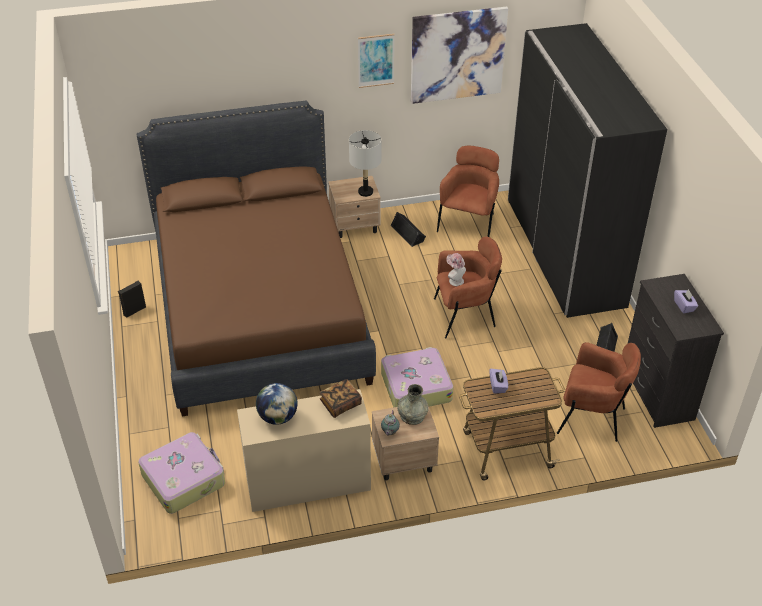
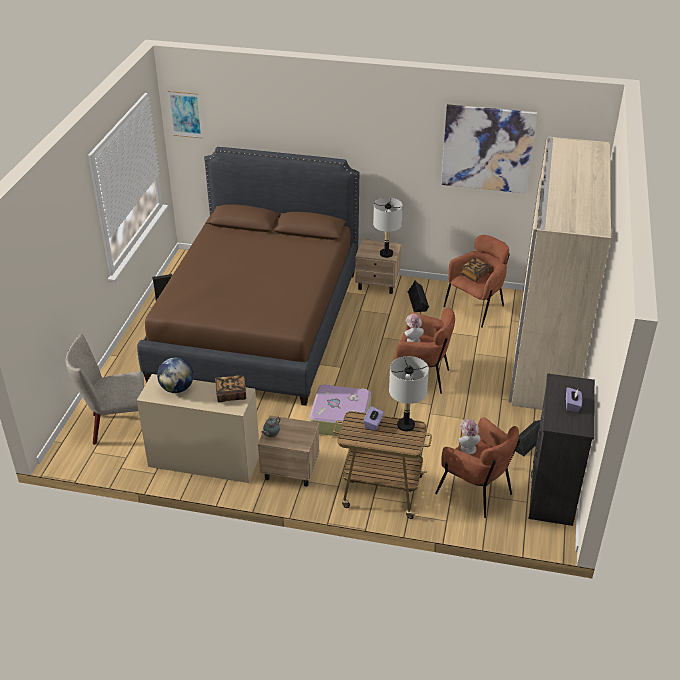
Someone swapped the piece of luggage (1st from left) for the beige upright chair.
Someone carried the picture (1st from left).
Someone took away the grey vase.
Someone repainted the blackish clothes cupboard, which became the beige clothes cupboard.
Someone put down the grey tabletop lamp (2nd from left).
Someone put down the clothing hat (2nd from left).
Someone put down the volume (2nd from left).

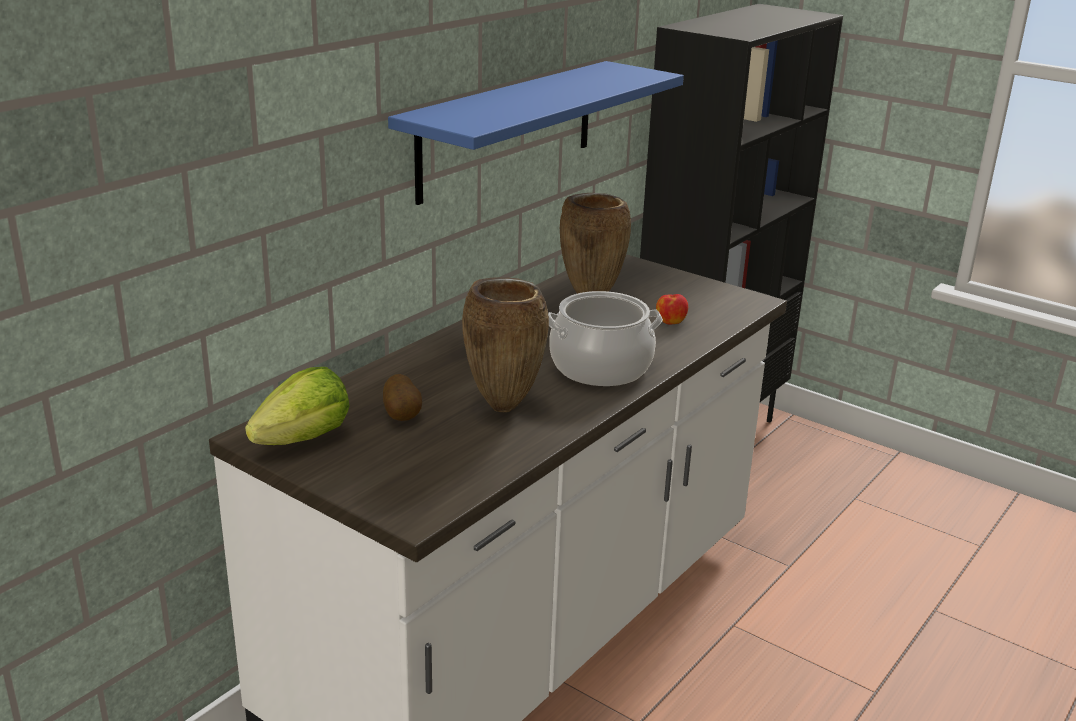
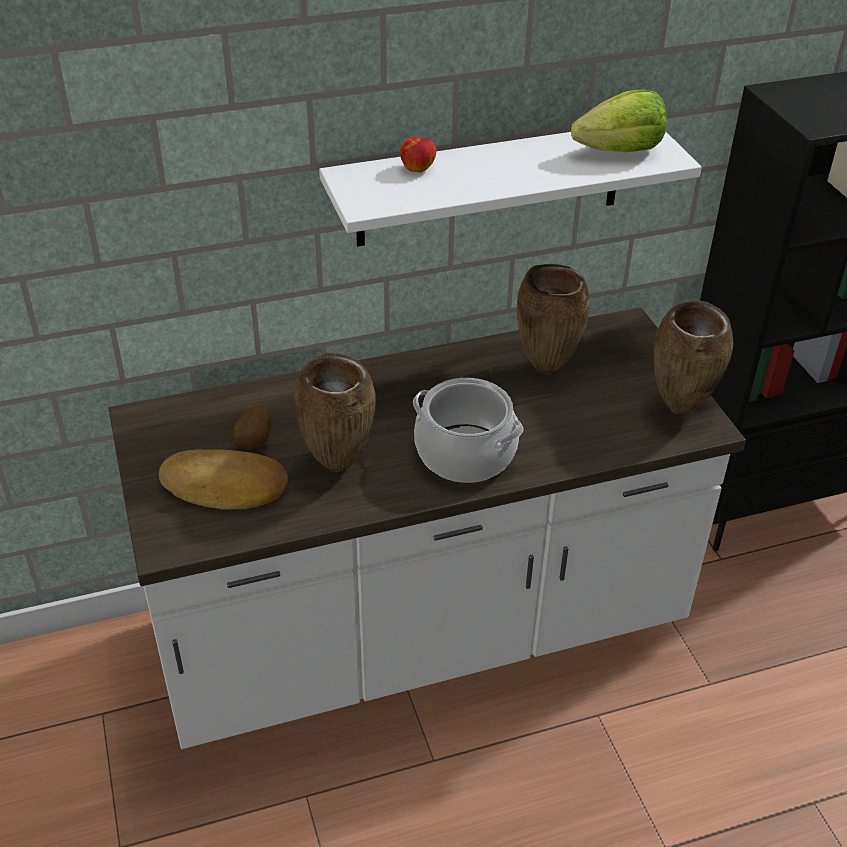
Someone carried the lettuce head.
Someone repainted the blue wall shelf, which became the white-coloured wall shelf.
Someone carried the whole apple.
Someone put down the bakery bread.
Someone put down the brownish vase (3rd from left).

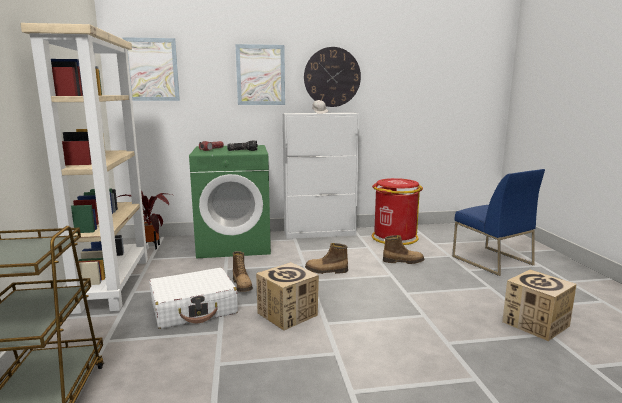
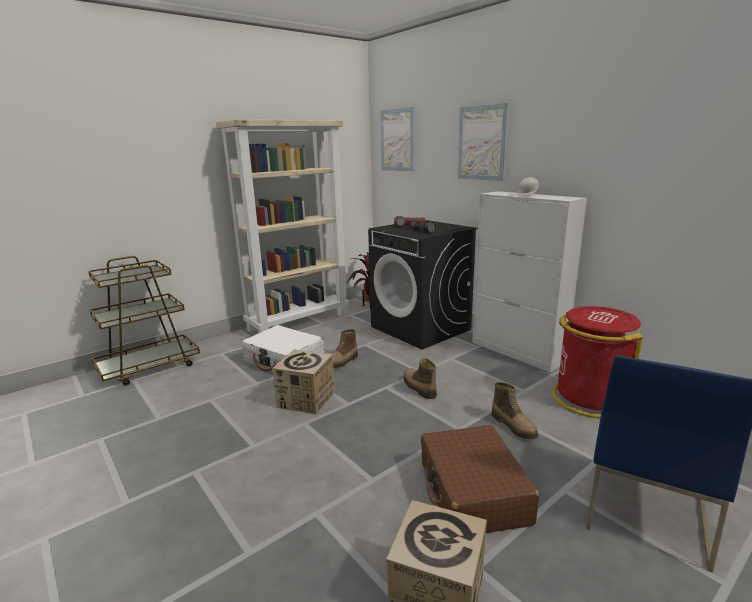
Someone repainted the green washing machine, which became the blackish washing machine.
Someone took away the wall clock.
Someone put down the brownish piece of luggage.

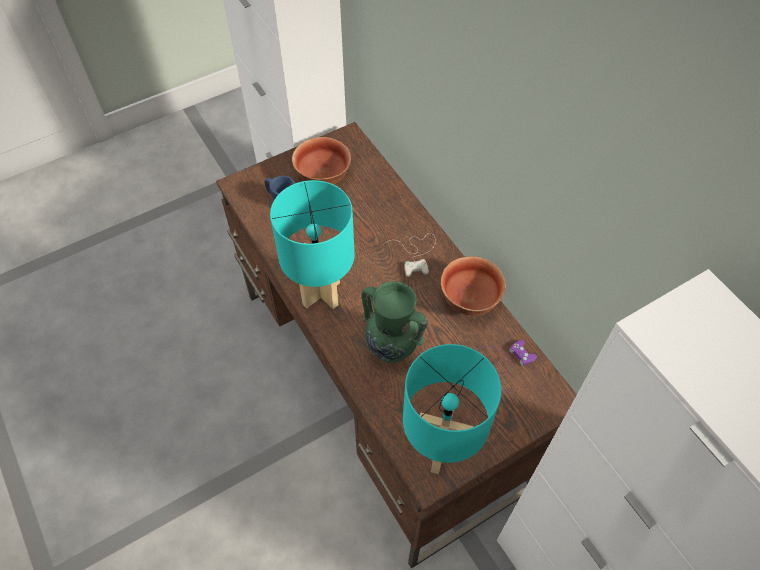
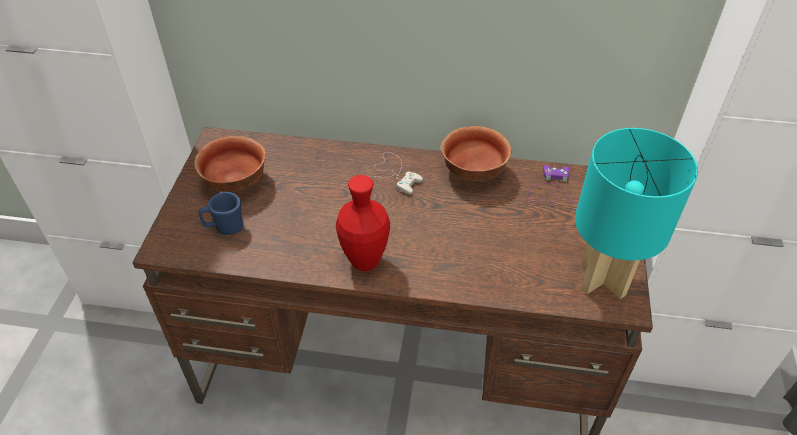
Someone swapped the turquoise-coloured tabletop lamp (1st from left) for the reddish vase.
Someone took away the green vase.

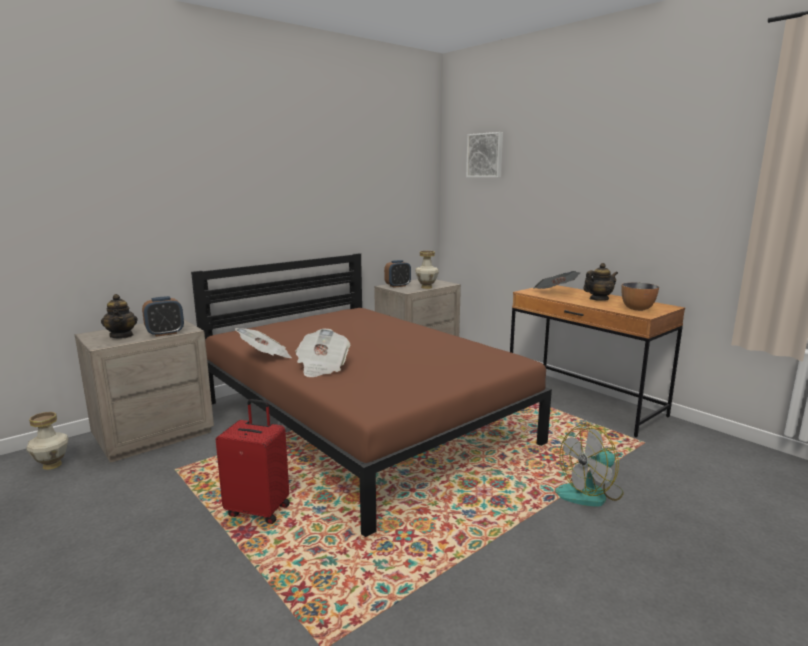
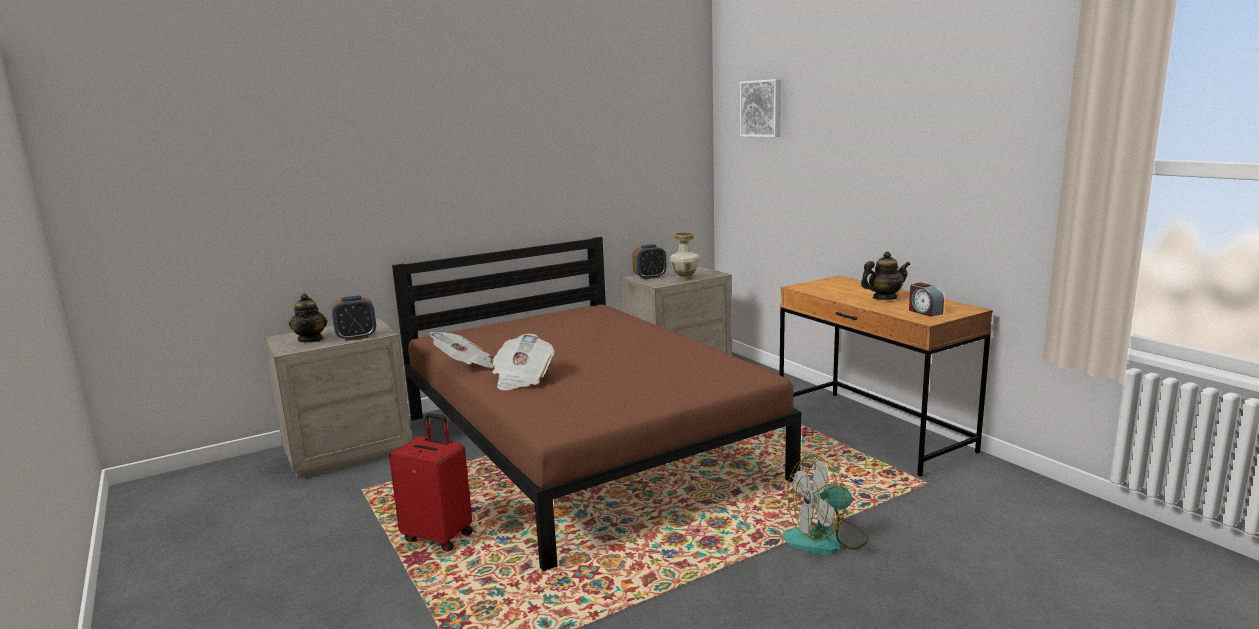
Someone took away the vase (1st from left).
Someone took away the printed paper (3rd from left).
Someone swapped the deep dish for the table clock (3rd from left).

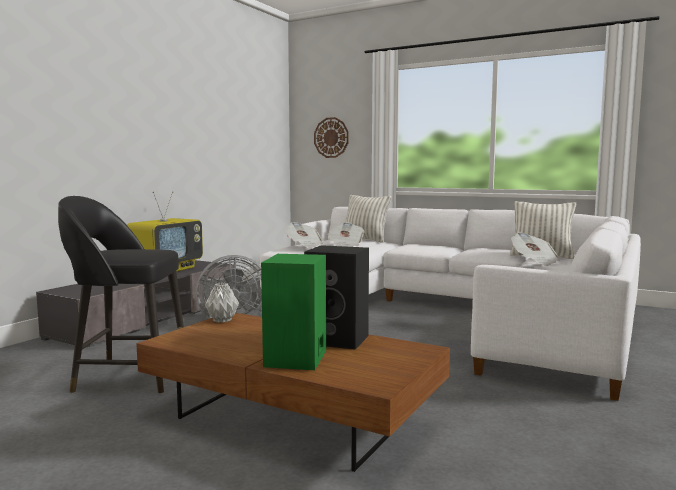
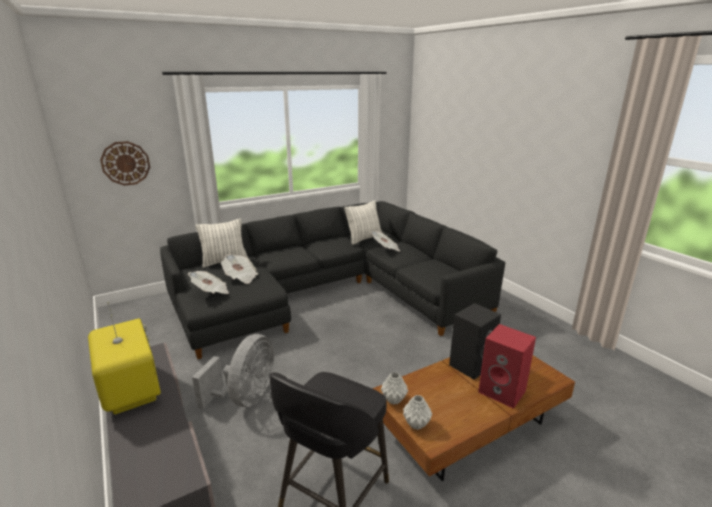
Someone repainted the white-coloured settee, which became the blackish settee.
Someone repainted the green loudspeaker, which became the reddish loudspeaker.
Someone put down the grey vase (2nd from left).

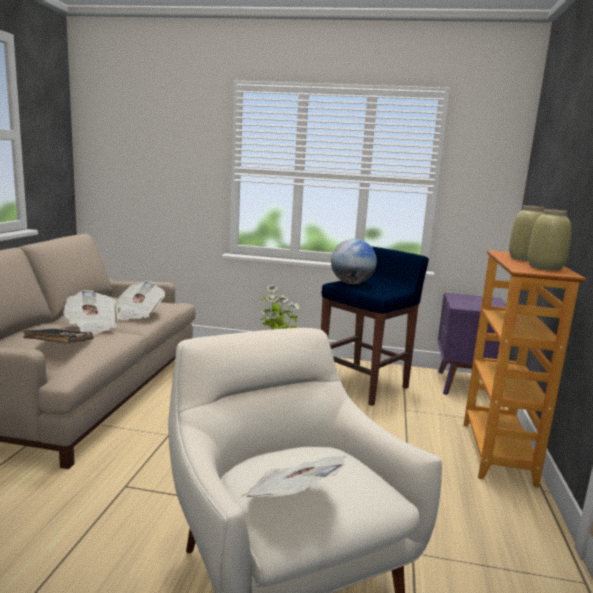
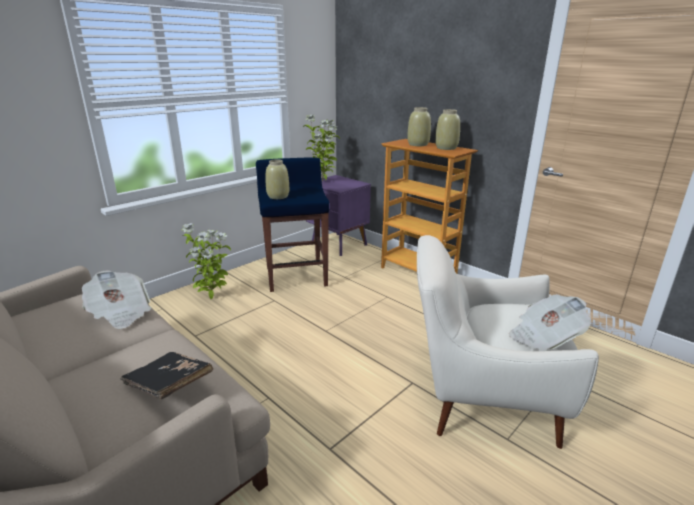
Someone took away the printed paper (1st from left).
Someone swapped the globe for the beige vase (1st from left).
Someone put down the houseplant (2nd from left).

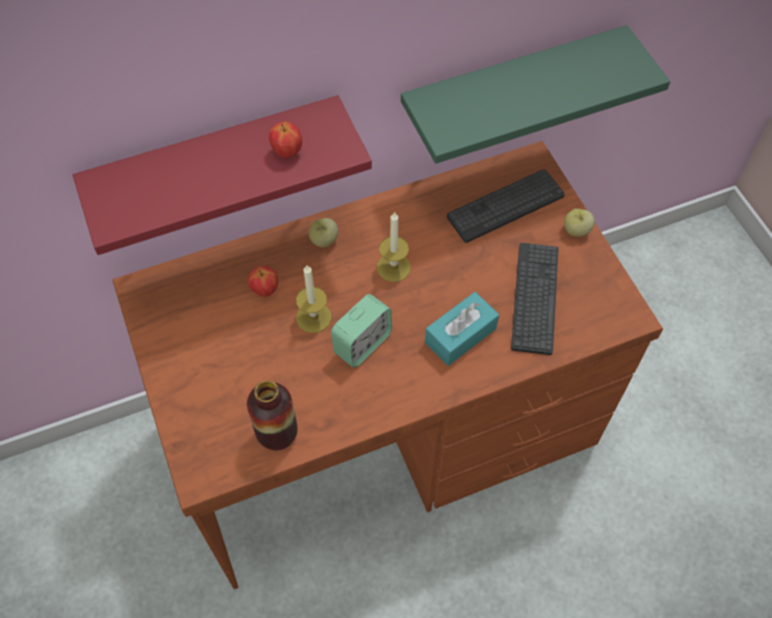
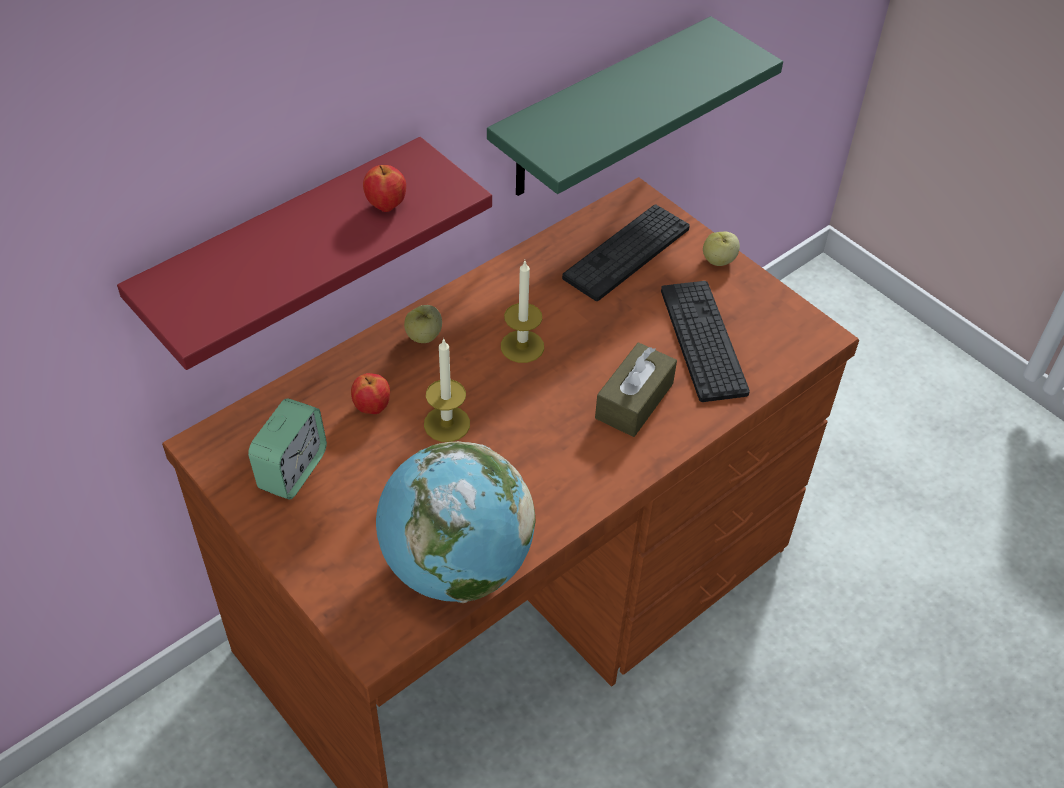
Someone swapped the vase for the globe.
Someone carried the table clock.
Someone repainted the turquoise-coloured box of tissues, which became the brownish box of tissues.

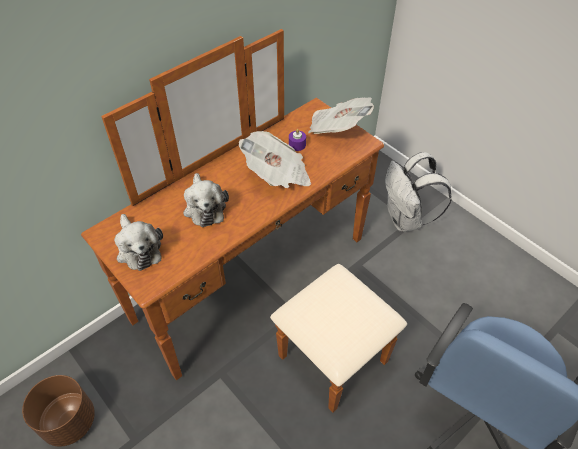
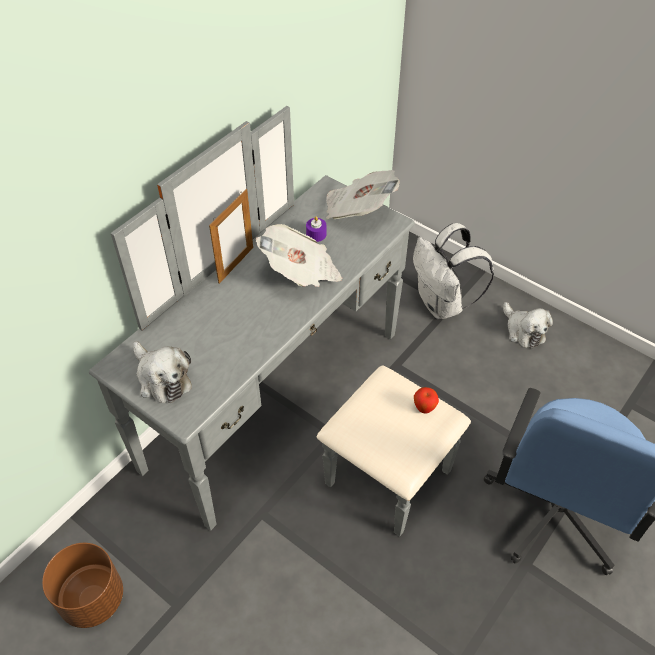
Someone repainted the brownish dresser, which became the grey dresser.
Someone carried the plush toy (2nd from left).
Someone put down the photo frame.
Someone put down the whole apple.

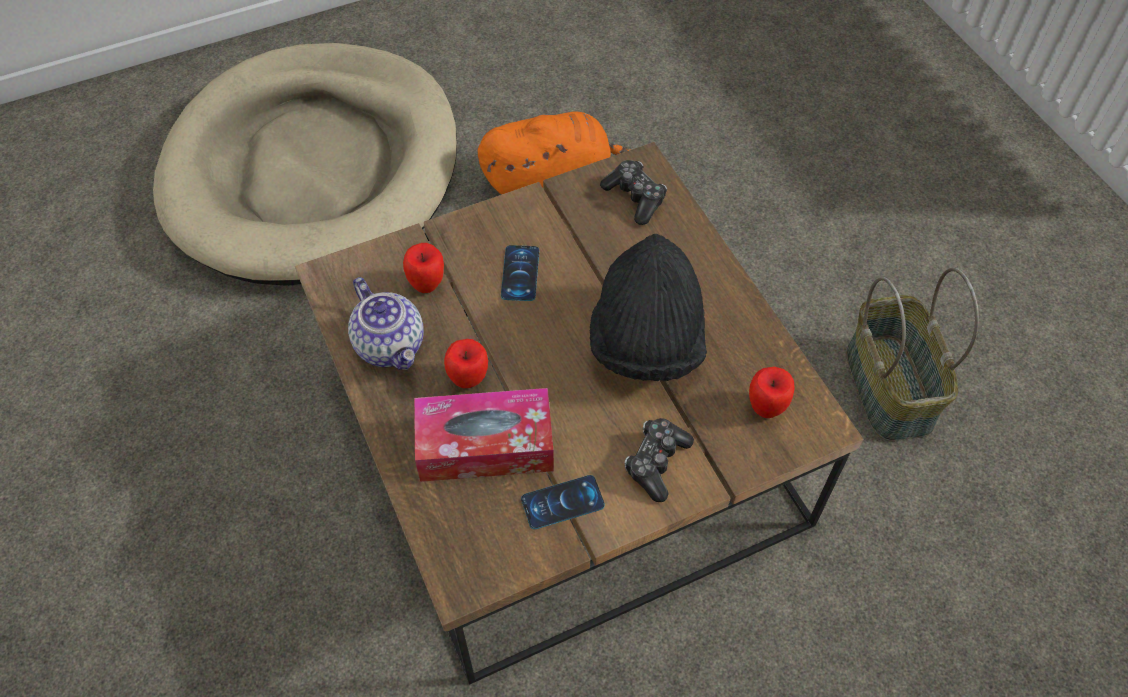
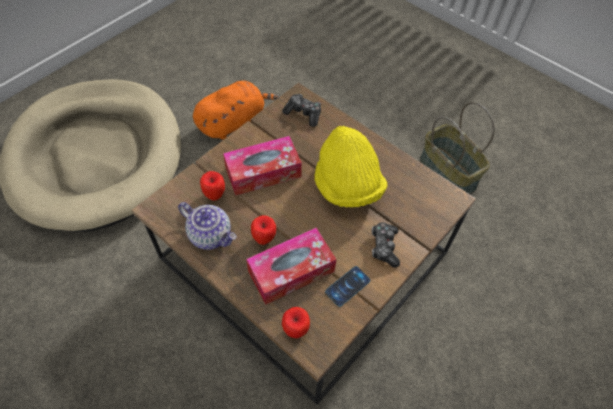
Someone swapped the phone (1st from left) for the box of tissues (1st from left).
Someone repainted the blackish clothing hat, which became the yellow clothing hat.
Someone carried the whole apple (3rd from left).

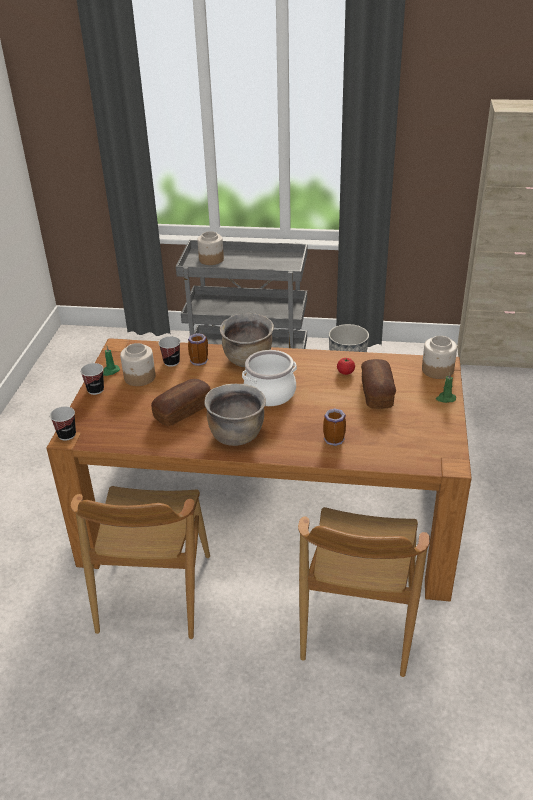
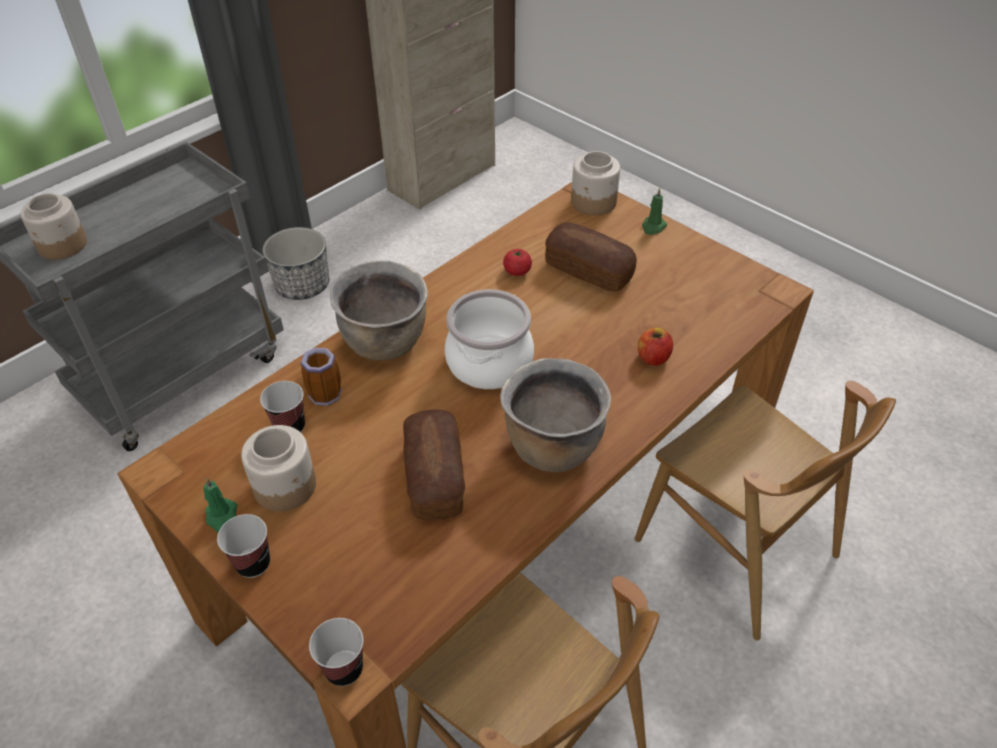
Someone swapped the coffee mug (2nd from left) for the whole apple.

